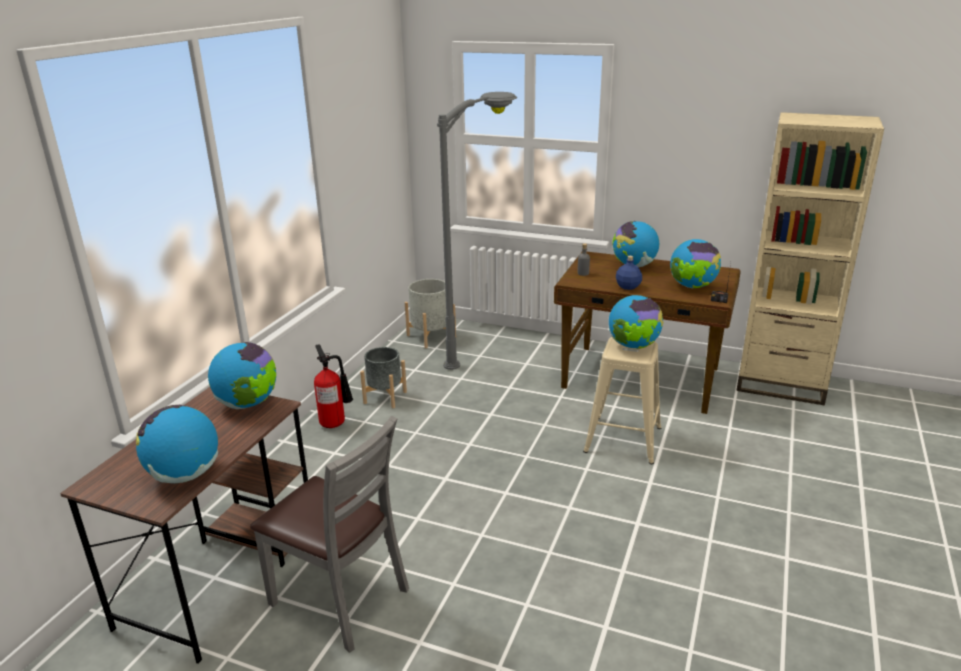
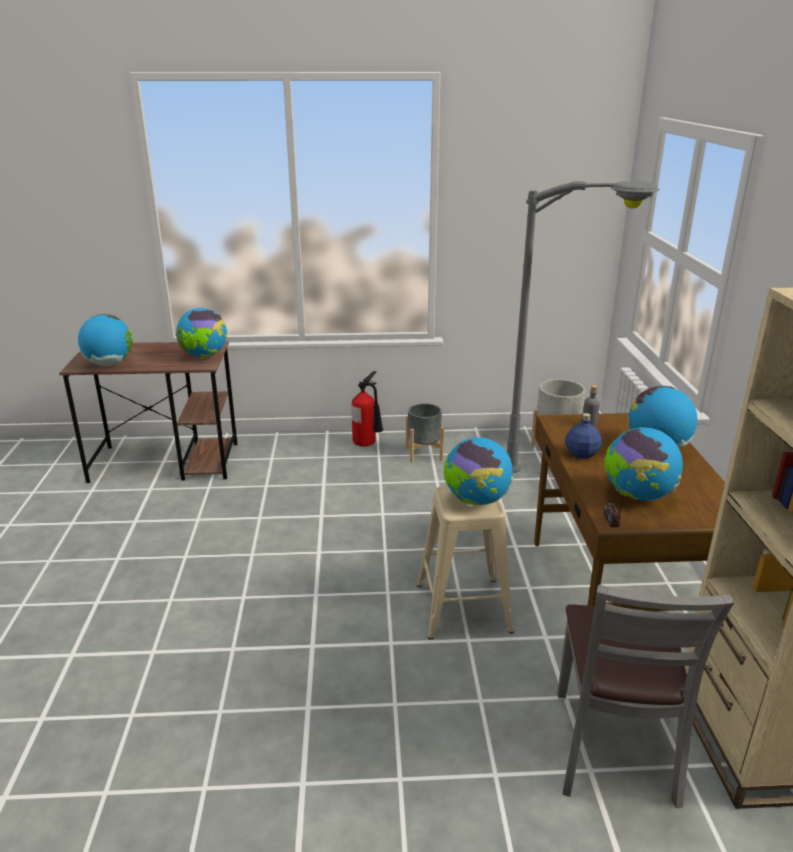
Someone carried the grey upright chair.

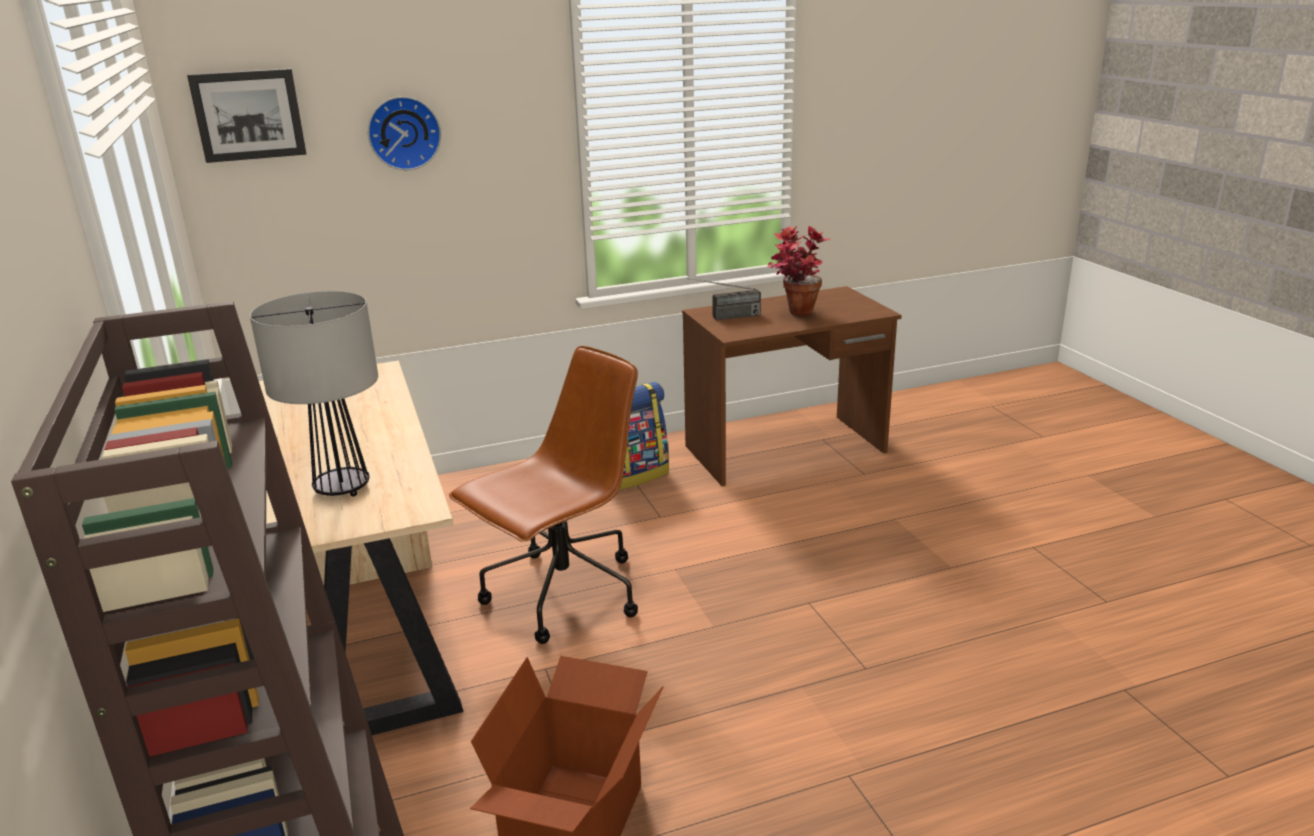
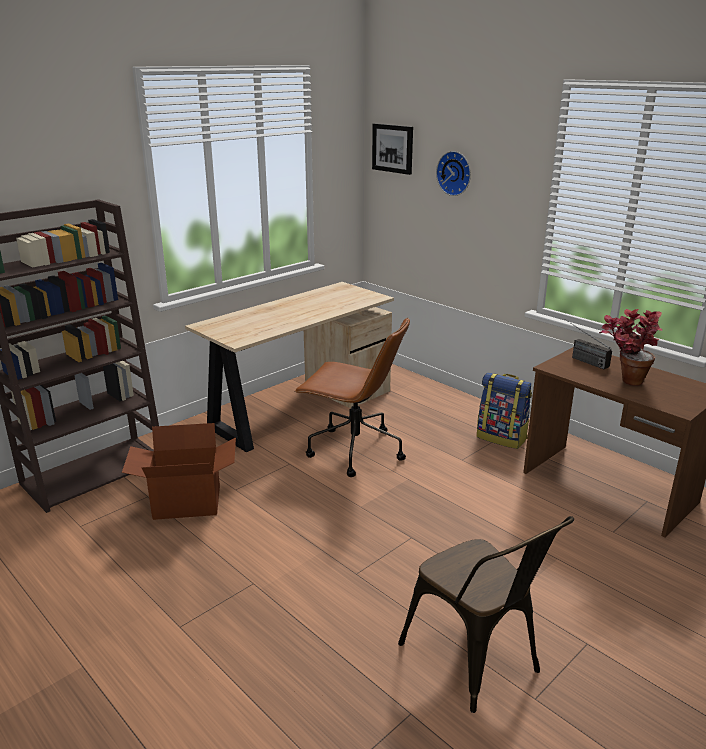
Someone took away the tabletop lamp.
Someone put down the brownish upright chair.

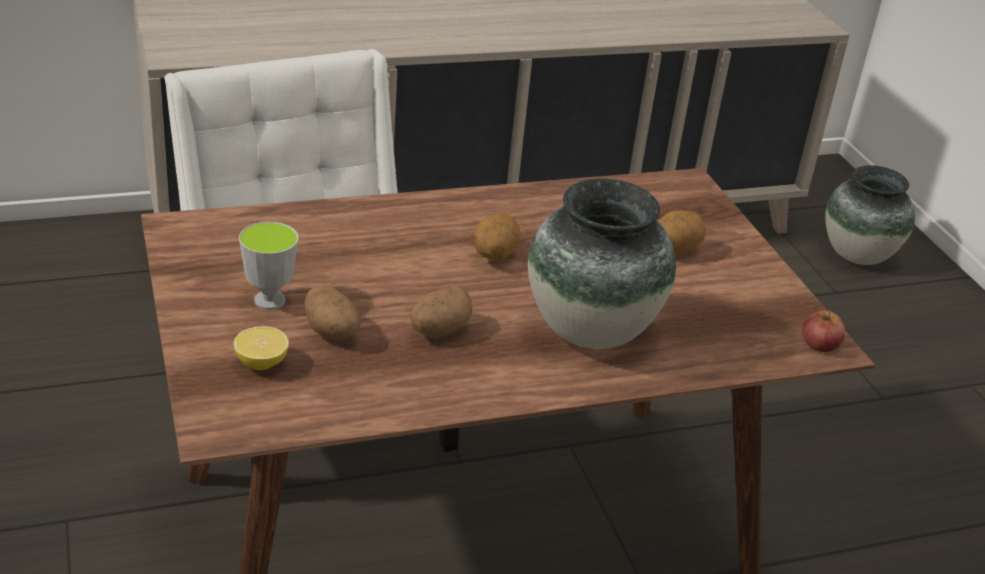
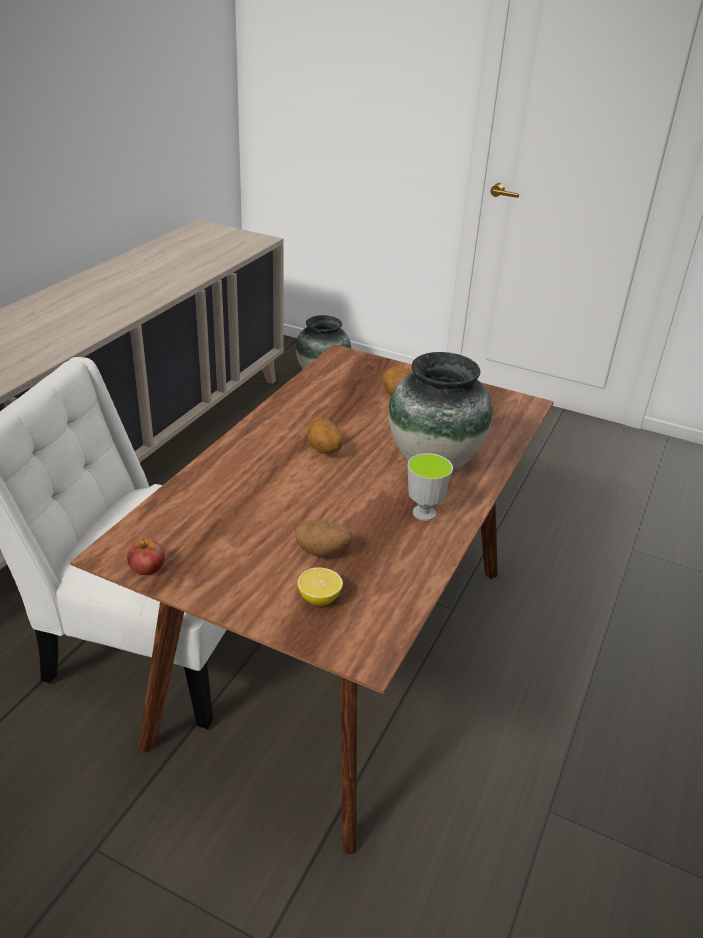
Someone carried the small cup.
Someone took away the whole potato (2nd from left).
Someone carried the whole apple.

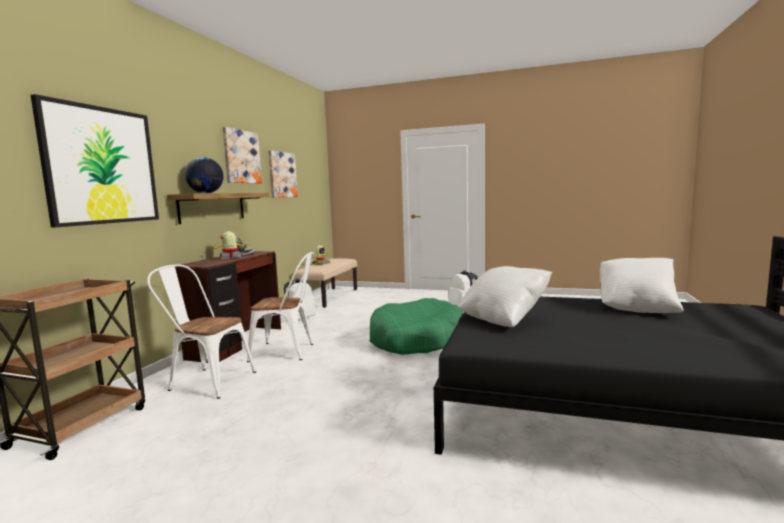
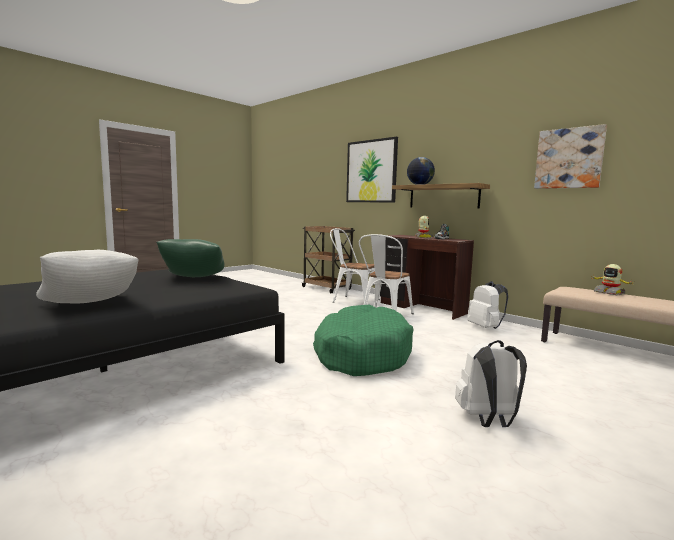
Someone rotated the white-coloured upright chair (1st from left) by 105 degrees counterclockwise.
Someone took away the picture (2nd from left).
Someone repainted the white-coloured pillow (1st from left), which became the green pillow.

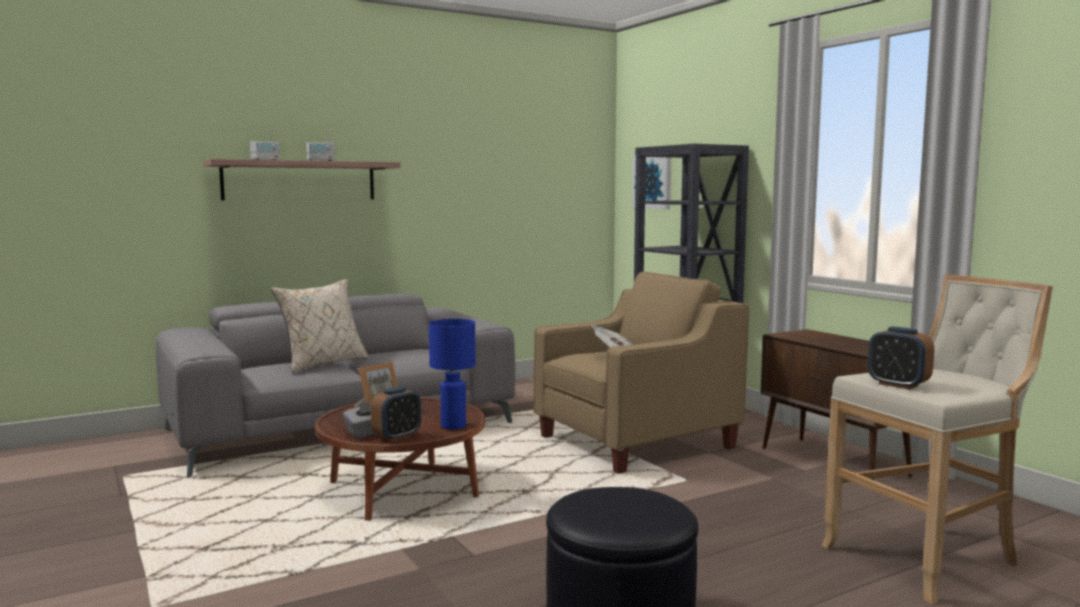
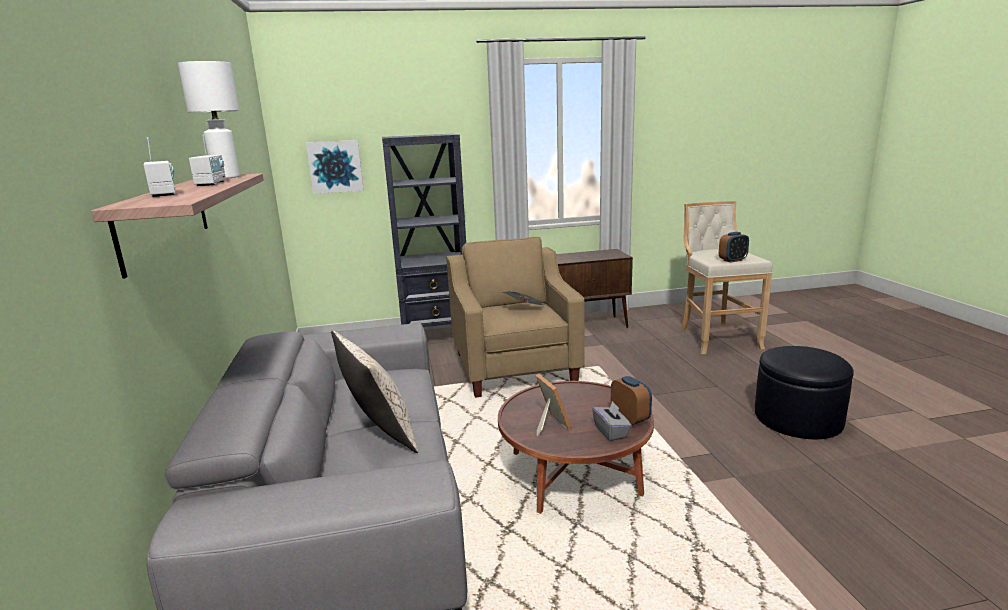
Someone took away the blue tabletop lamp.
Someone put down the white-coloured tabletop lamp.

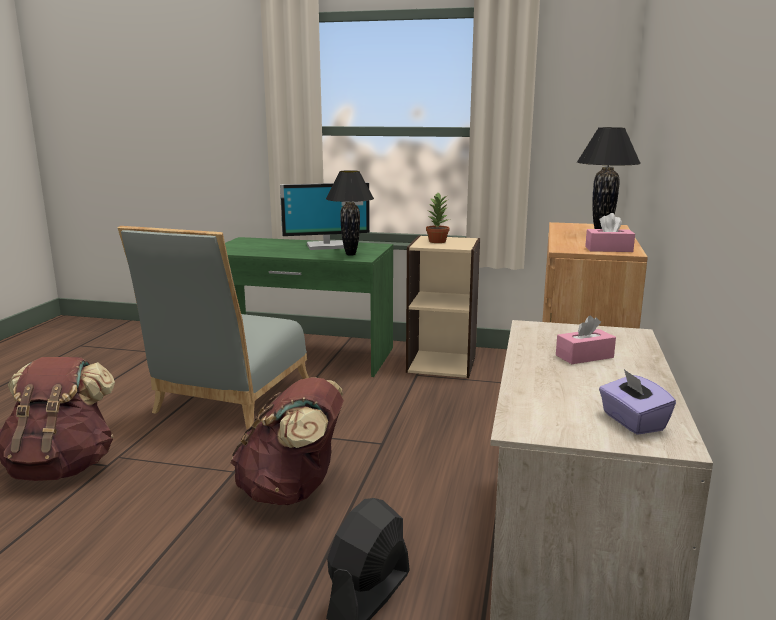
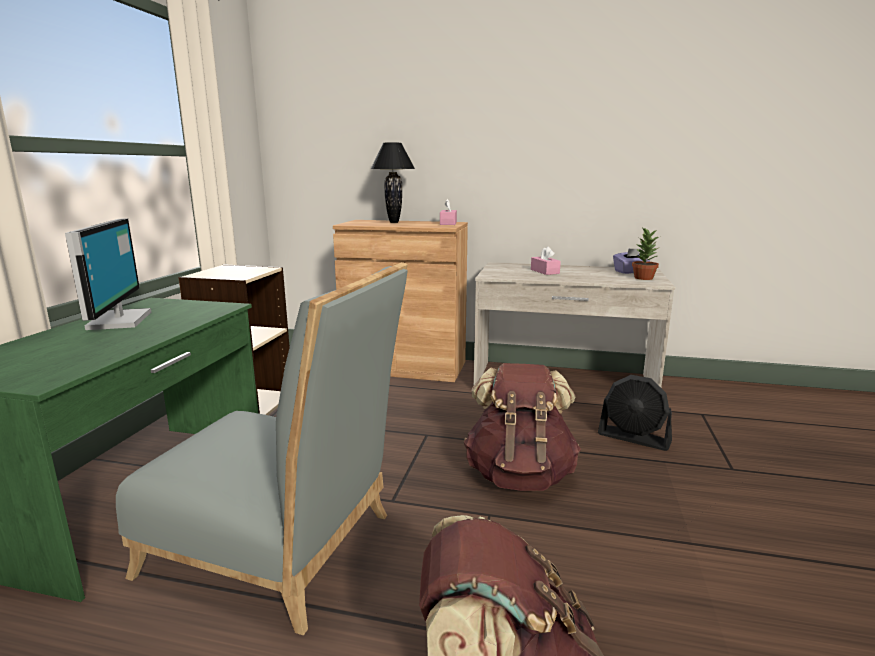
Someone took away the blackish tabletop lamp (1st from left).
Someone carried the houseplant.

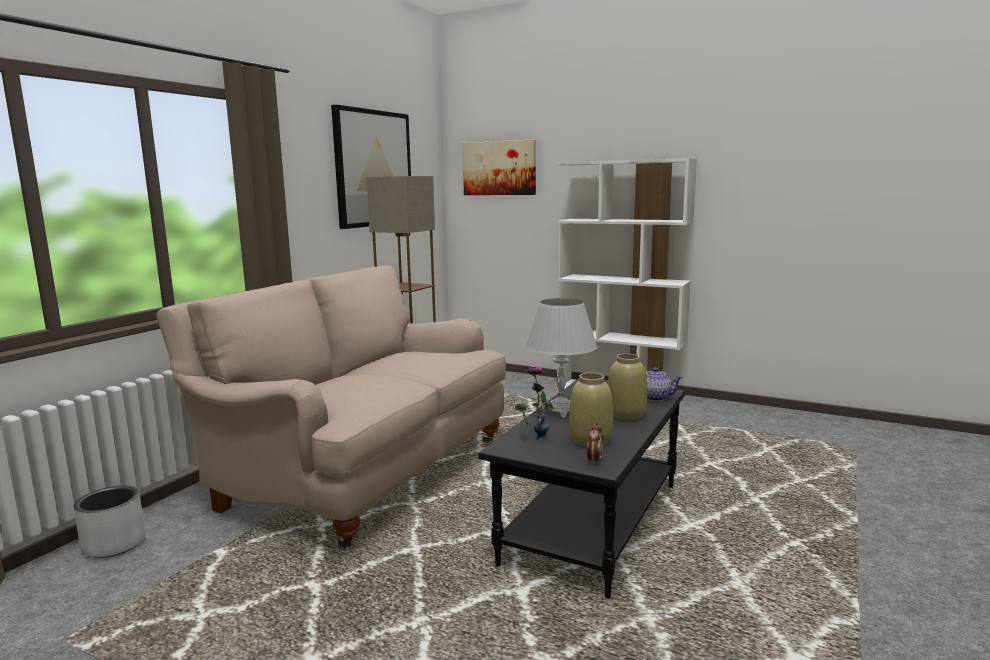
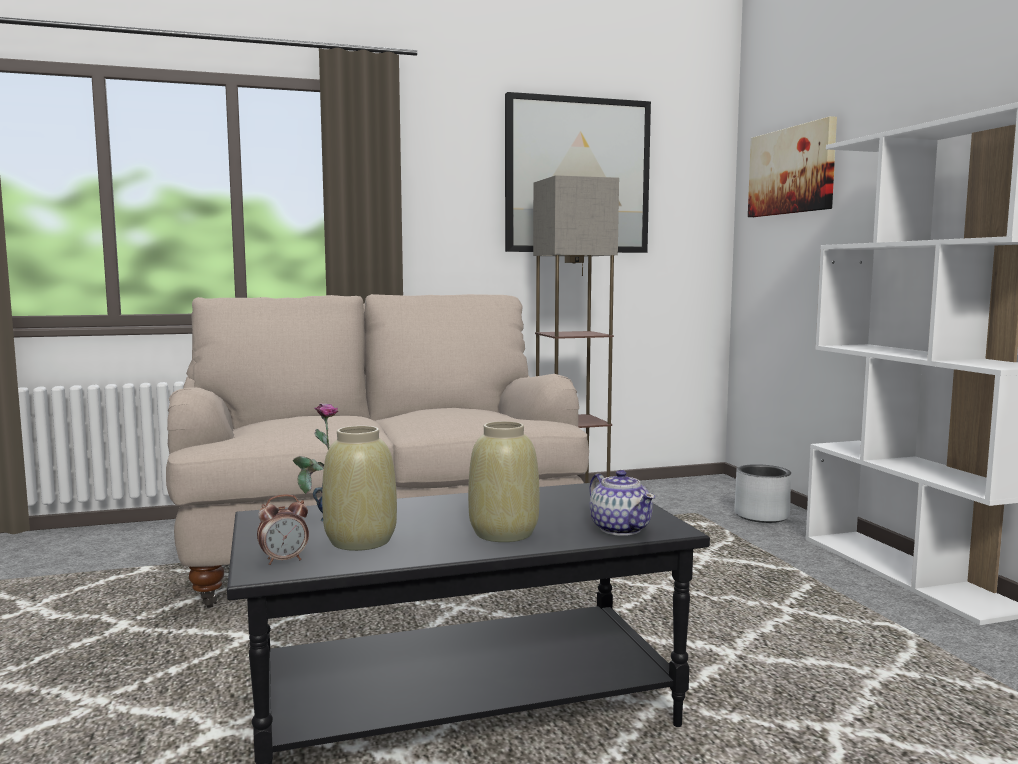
Someone carried the grey flower pot.
Someone took away the white-coloured tabletop lamp.

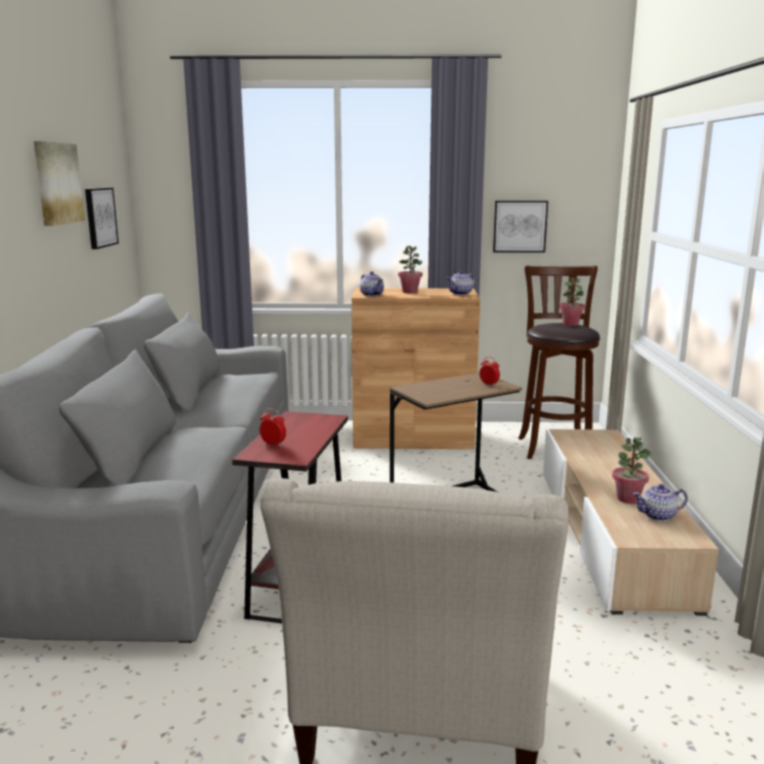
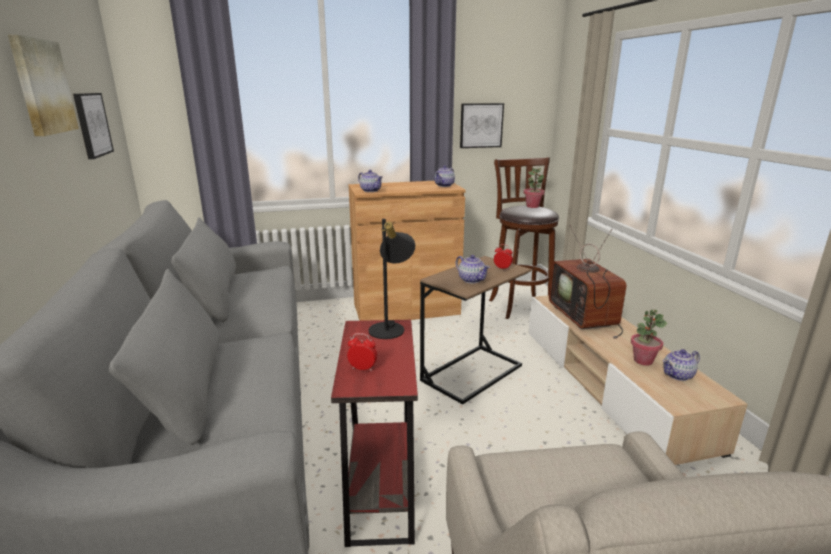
Someone took away the houseplant (1st from left).
Someone put down the blackish tabletop lamp.
Someone put down the tea pot (3rd from left).
Someone put down the television.

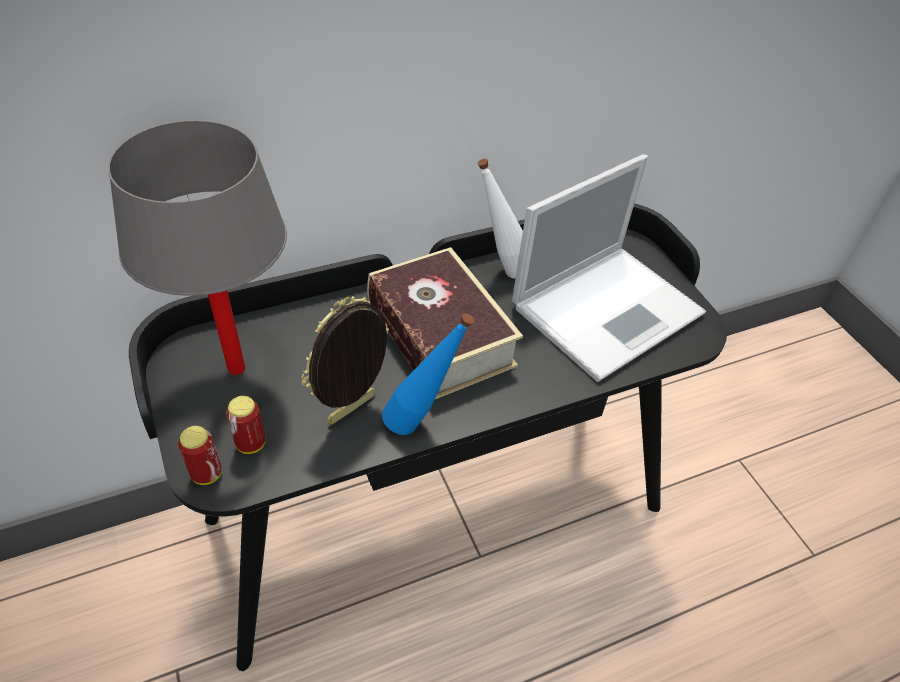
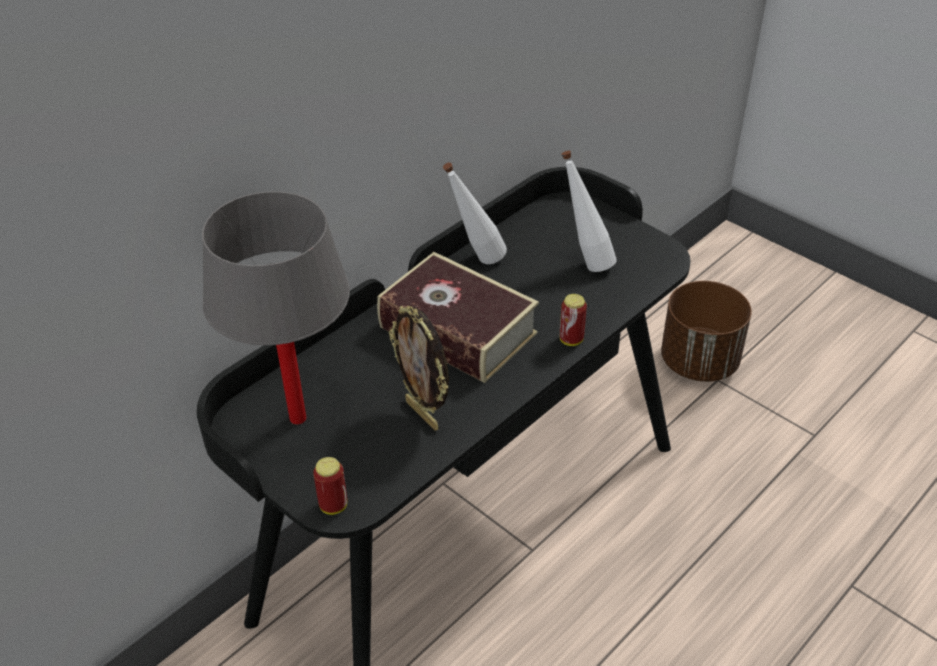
Someone carried the metal can (2nd from left).
Someone rotated the photo frame by 60 degrees counterclockwise.
Someone took away the blue drink bottle.
Someone swapped the notebook computer for the white-coloured drink bottle (2nd from left).
Someone put down the brownish flower pot.

